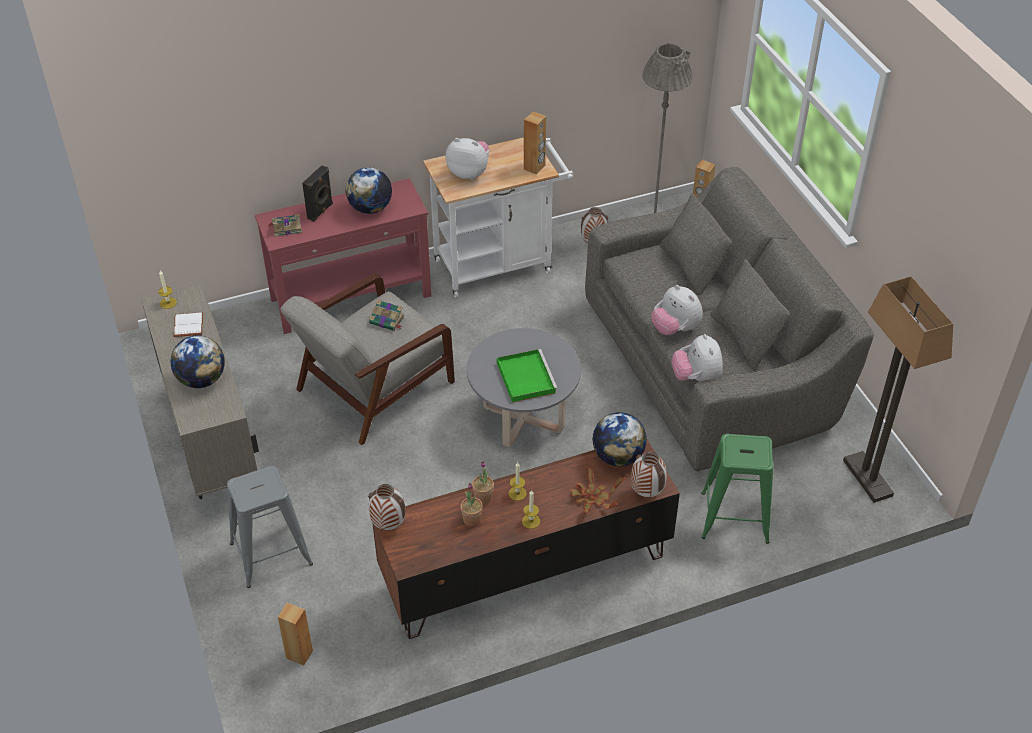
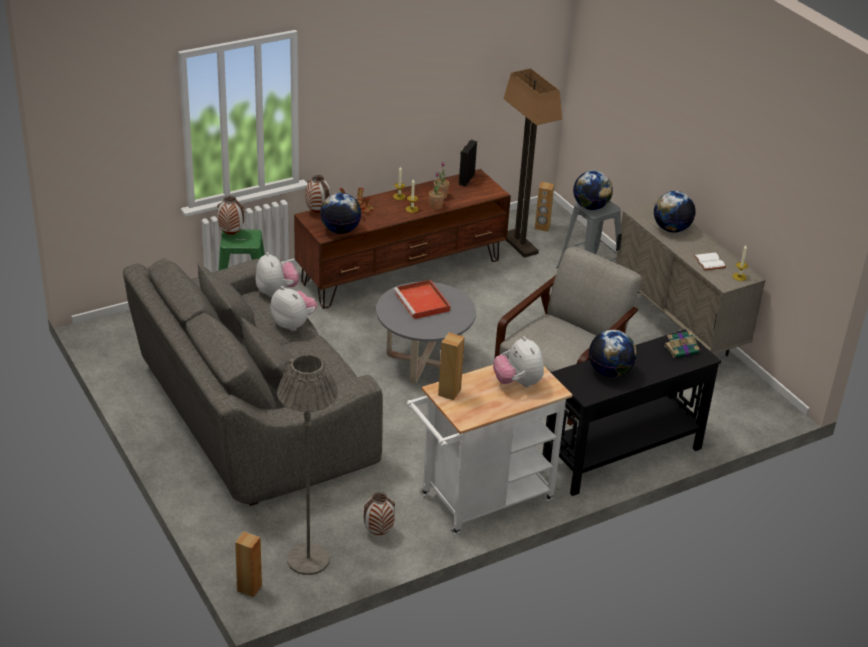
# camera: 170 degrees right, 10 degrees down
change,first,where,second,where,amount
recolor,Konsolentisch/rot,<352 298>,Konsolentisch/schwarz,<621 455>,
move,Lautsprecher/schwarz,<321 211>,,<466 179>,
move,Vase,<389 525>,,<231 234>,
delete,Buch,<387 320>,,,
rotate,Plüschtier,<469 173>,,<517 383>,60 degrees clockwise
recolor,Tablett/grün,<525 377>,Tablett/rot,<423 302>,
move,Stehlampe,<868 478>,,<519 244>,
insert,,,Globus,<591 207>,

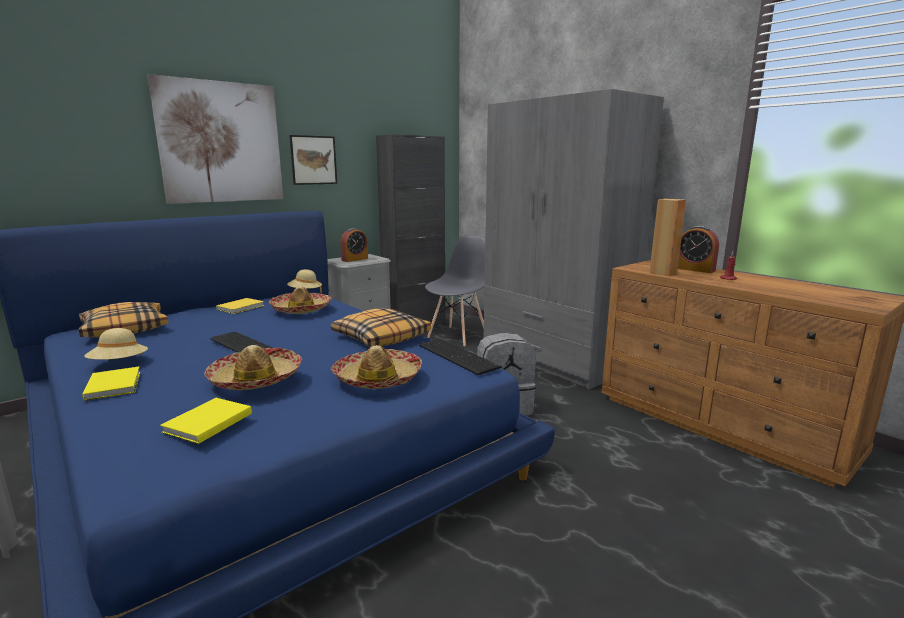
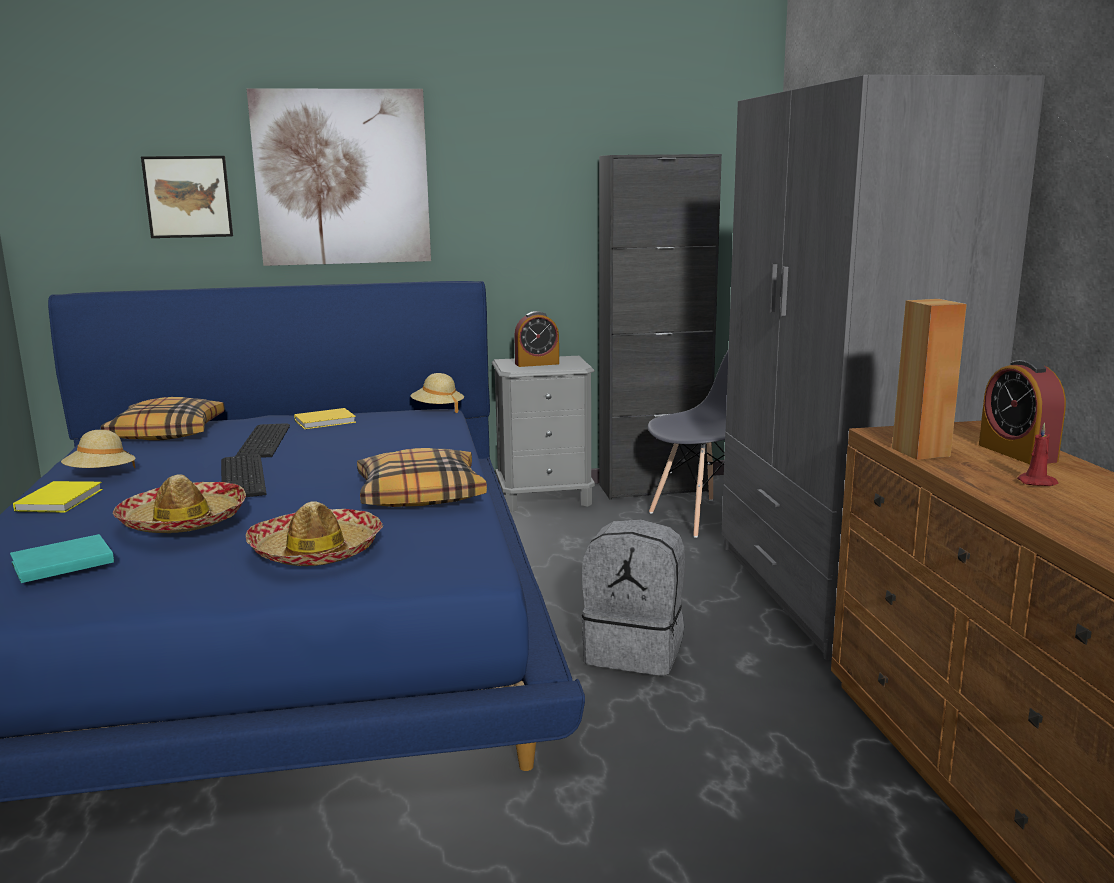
# camera: 30 degrees right, 0 degrees up
change,first,where,second,where,amount
recolor,Buch/gelb,<205 423>,Buch/türkis,<59 562>,
delete,Hut,<301 309>,,,
move,Bild,<313 160>,,<188 197>,
move,Tastatur,<458 355>,,<266 441>,

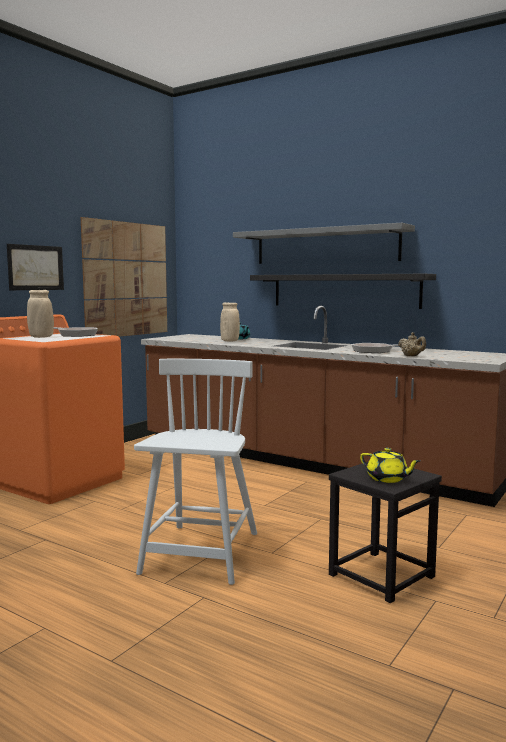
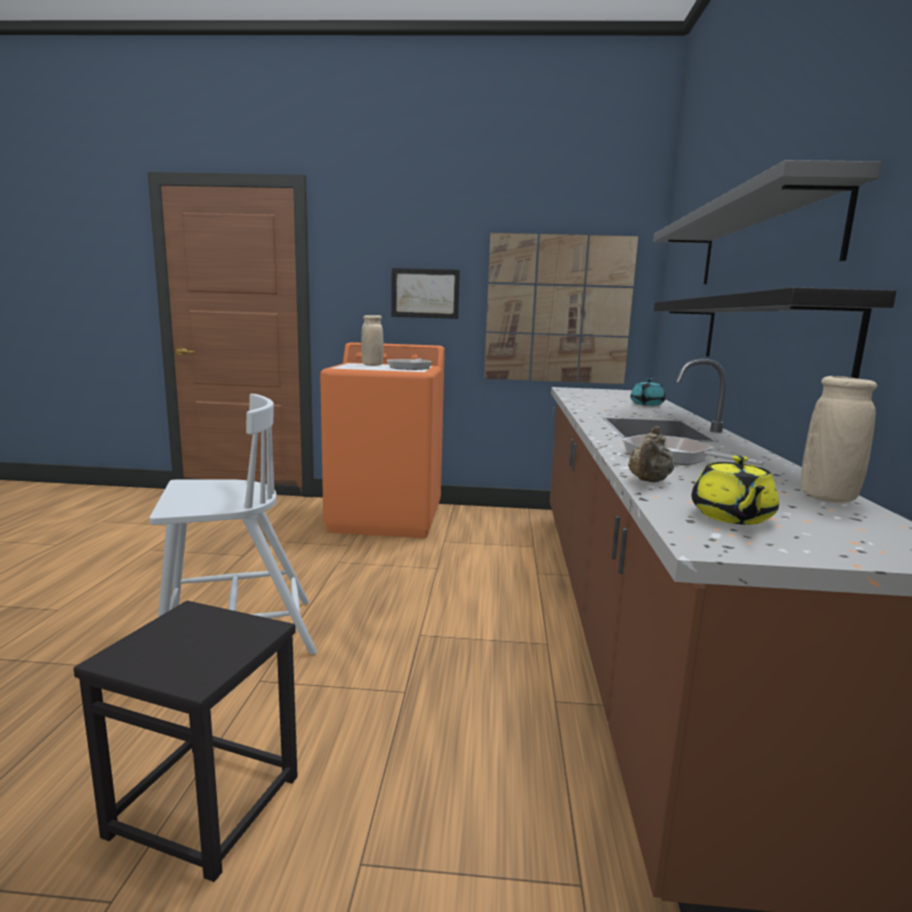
# camera: 60 degrees right, 5 degrees up
change,first,where,second,where,amount
move,Vase/beige,<230 341>,,<827 497>,
move,Teekanne/gelb,<388 479>,,<731 517>,

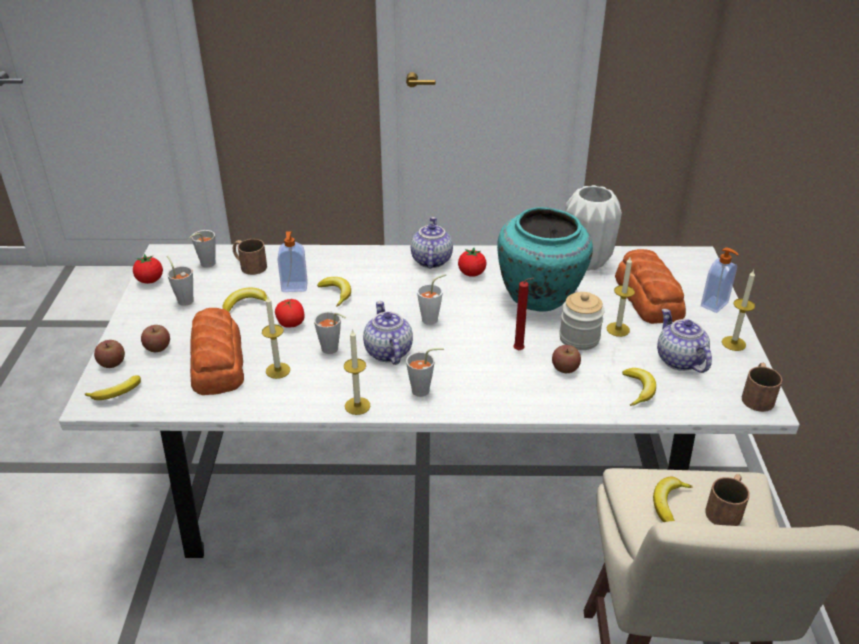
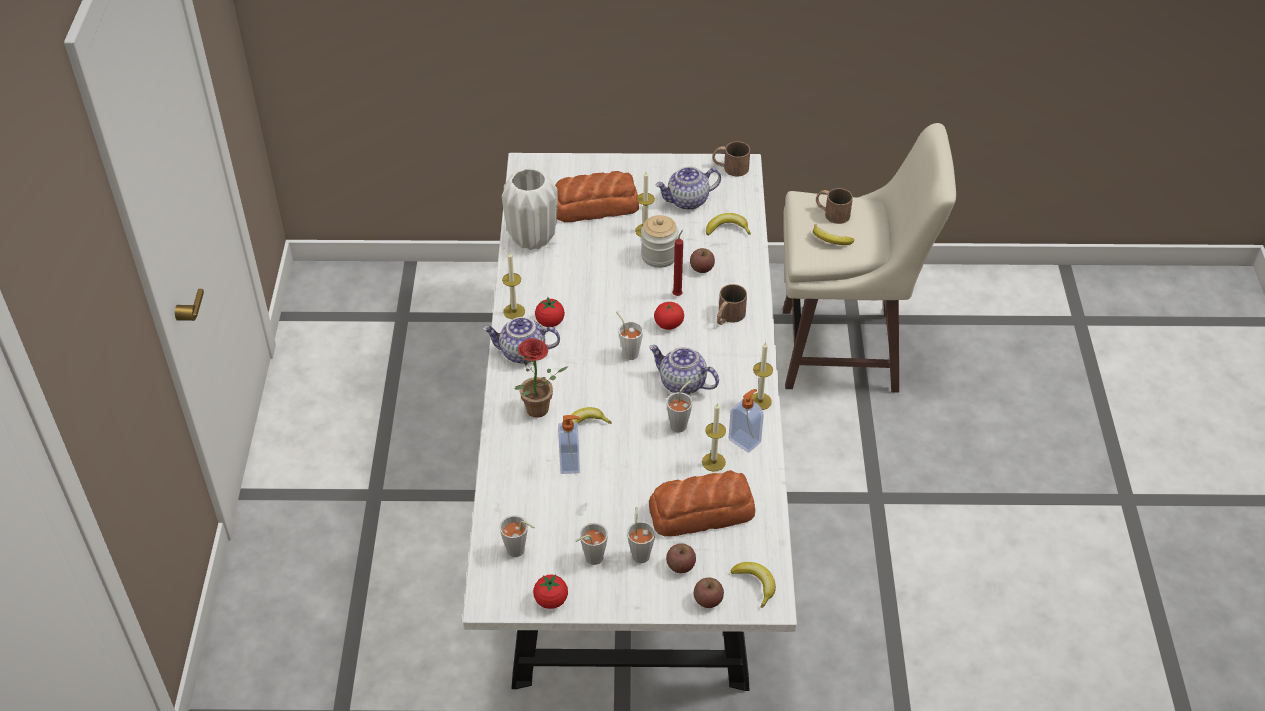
# camera: 90 degrees left, 10 degrees up
change,first,where,second,where,amount
delete,Banane,<246 305>,,,
move,Henkelbecher/braun,<249 265>,,<728 317>,
move,Tomate,<291 323>,,<669 324>,
rotate,Teekanne,<387 352>,,<682 383>,45 degrees clockwise
move,Tasse/grau,<424 390>,,<641 552>,
delete,Vase/türkis,<540 298>,,,
move,Seifenspender,<715 305>,,<745 440>,
move,Kerze,<733 343>,,<514 311>,
insert,,,Topfpflanze,<538 413>,

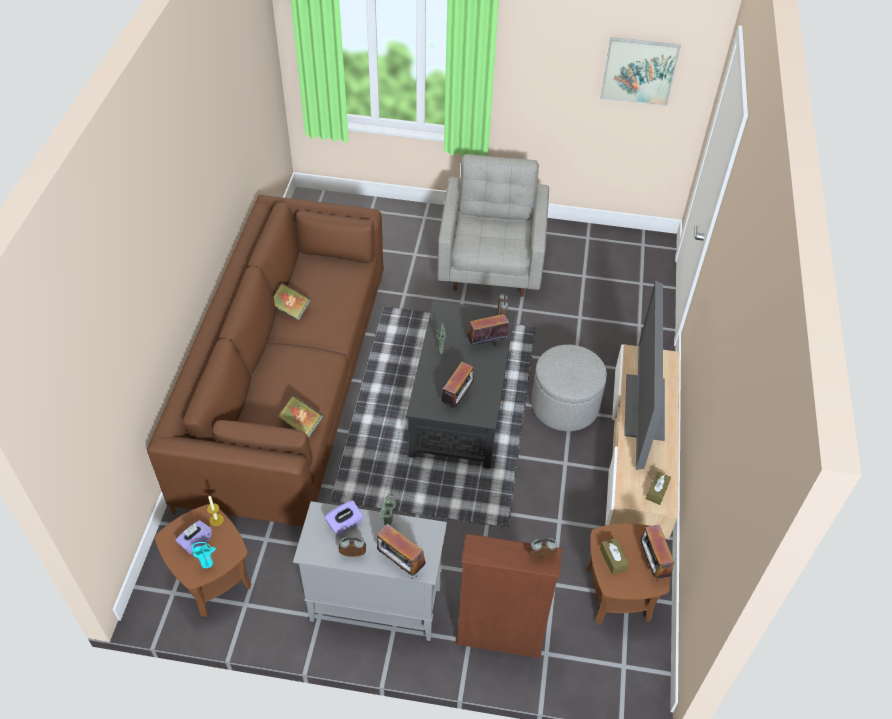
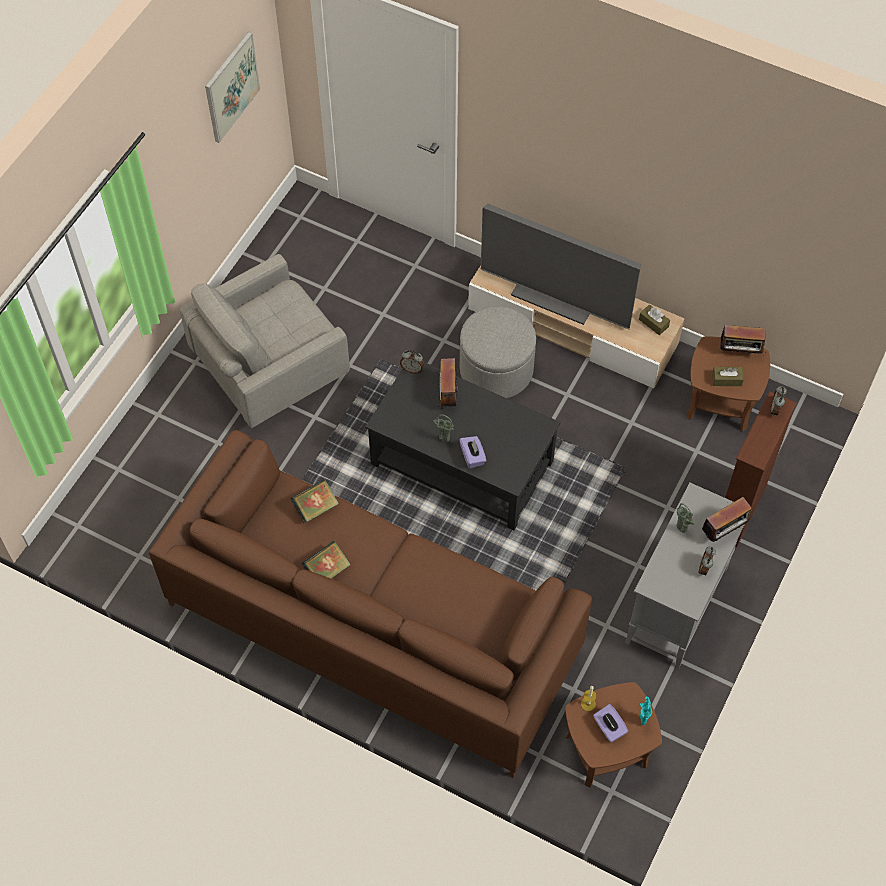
# camera: 70 degrees left, 10 degrees up
change,first,where,second,where,amount
move,Buch,<302 423>,,<315 507>,
move,Taschentuchbox/lila,<344 524>,,<472 457>,
rotate,Sessel/grau,<492 264>,,<269 369>,60 degrees counterclockwise
delete,Radio,<458 398>,,,

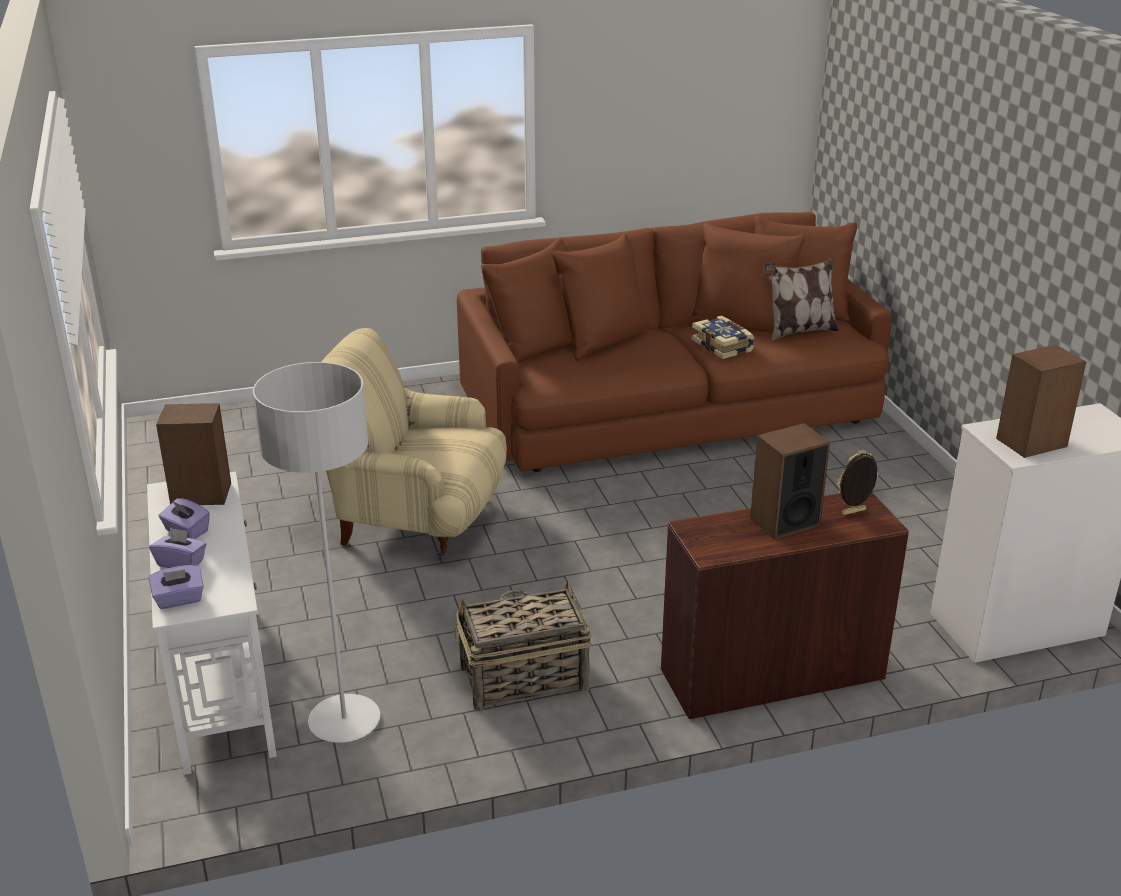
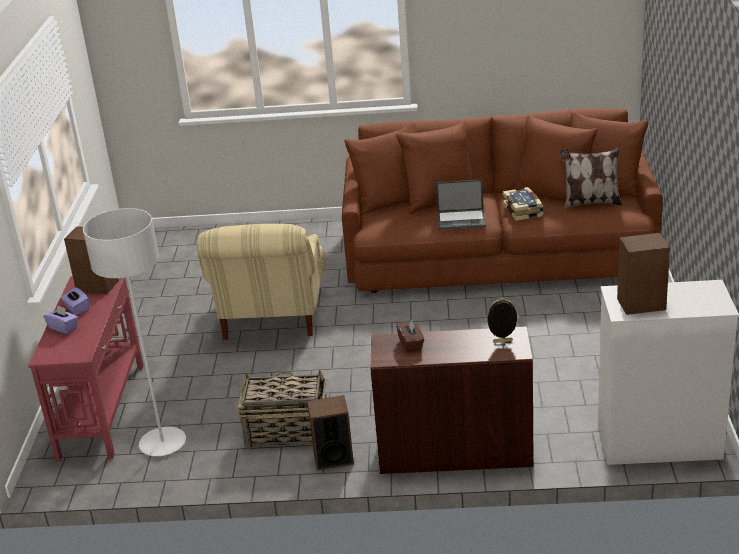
# camera: 20 degrees right, 0 degrees up
change,first,where,second,where,amount
recolor,Konsolentisch/weiß,<222 683>,Konsolentisch/rot,<102 410>,
delete,Taschentuchbox/lila,<179 599>,,,
rotate,Sessel/beige,<413 519>,,<272 317>,120 degrees counterclockwise
move,Lautsprecher,<784 521>,,<333 458>,
insert,,,Taschentuchbox/braun,<411 344>,
insert,,,Laptop,<462 219>,

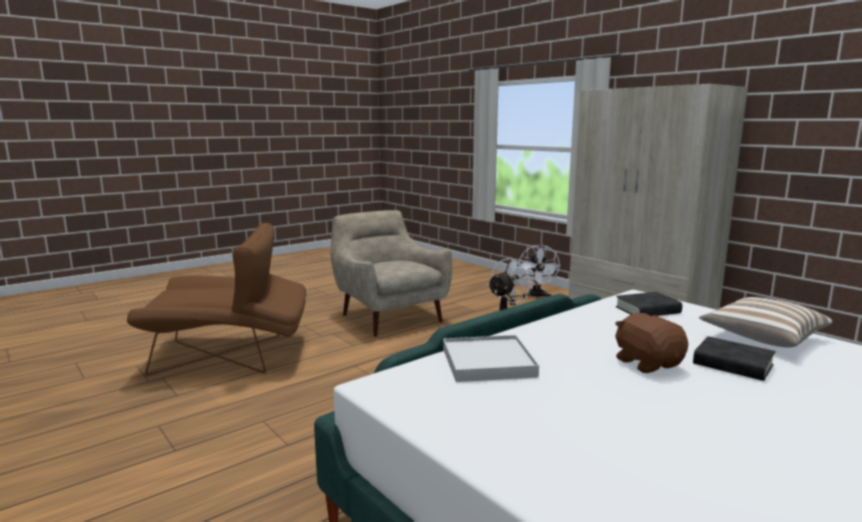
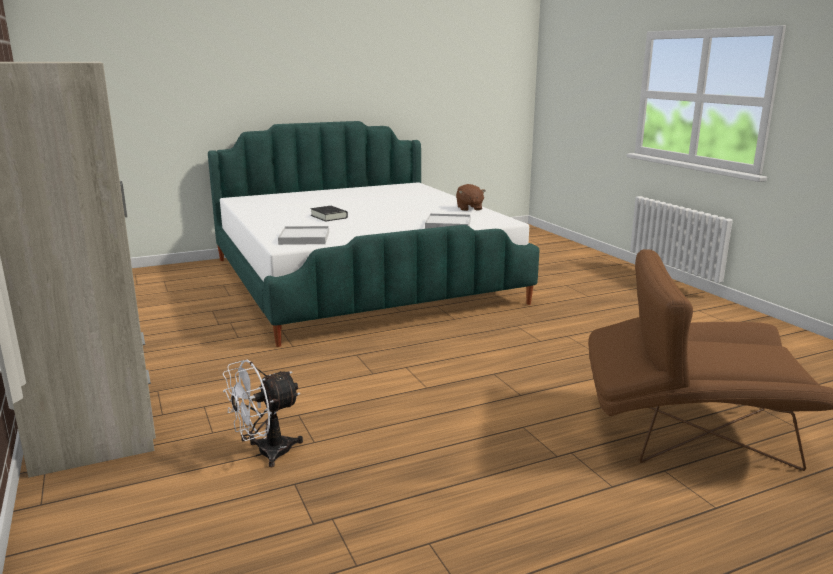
# camera: 165 degrees left, 5 degrees up
change,first,where,second,where,amount
delete,Sessel/beige,<389 316>,,,
delete,Ventilator/weiß,<537 296>,,,
move,Plüschtier/braun,<647 363>,,<469 208>,
replace,Buch/schwarz,<647 310>,Tablett/weiß,<304 238>,
delete,Kissen,<762 337>,,,

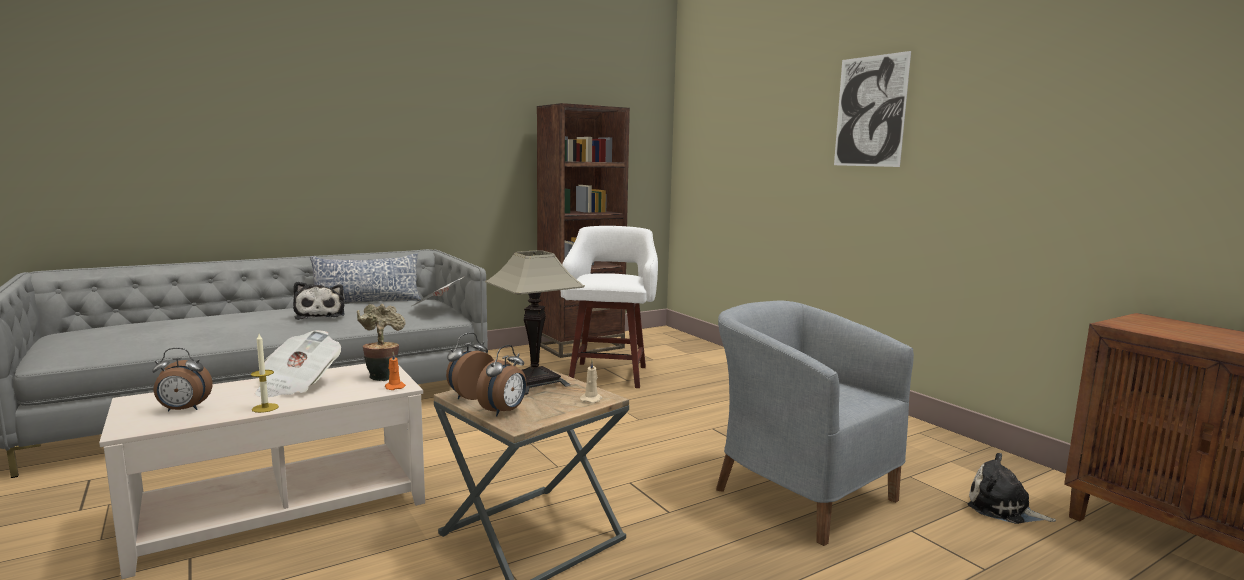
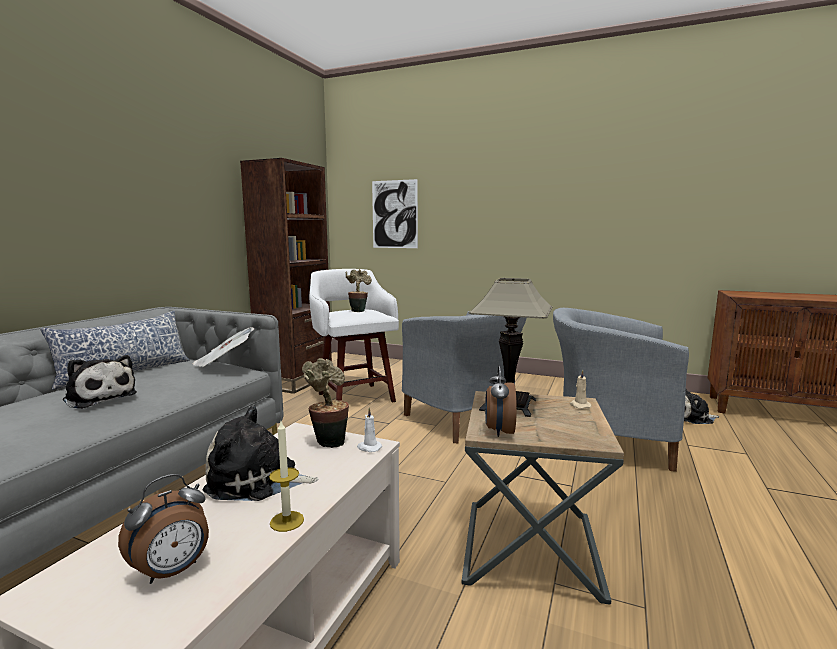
# camera: 35 degrees left, 0 degrees up
change,first,where,second,where,amount
replace,Zeitung,<297 385>,Plüschtier,<257 480>,
recolor,Kerze/orange,<394 387>,Kerze/weiß,<368 448>,
delete,Wecker,<504 411>,,,
move,Bild,<870 111>,,<394 214>,
insert,,,Topfpflanze,<358 310>,
insert,,,Sessel/grau,<463 420>,

